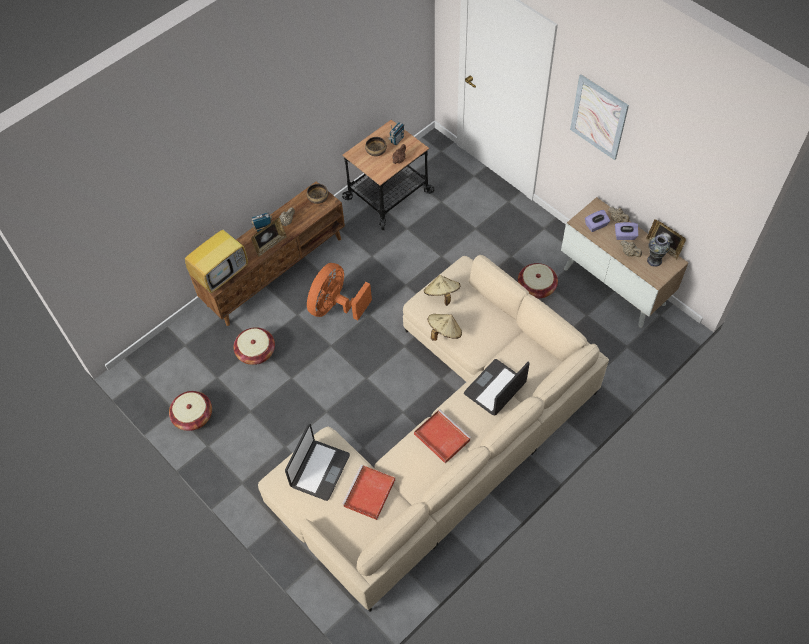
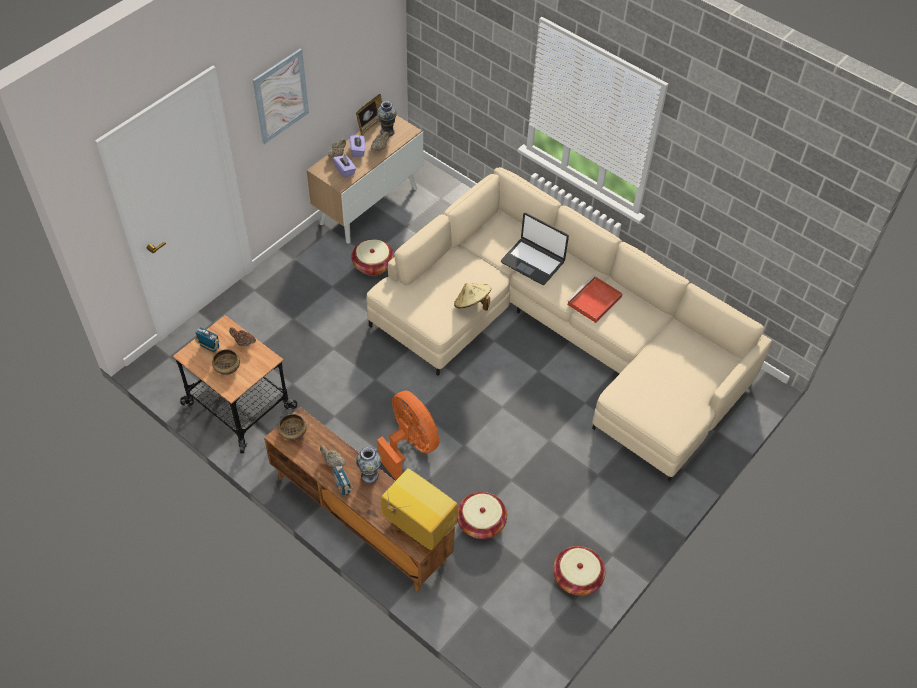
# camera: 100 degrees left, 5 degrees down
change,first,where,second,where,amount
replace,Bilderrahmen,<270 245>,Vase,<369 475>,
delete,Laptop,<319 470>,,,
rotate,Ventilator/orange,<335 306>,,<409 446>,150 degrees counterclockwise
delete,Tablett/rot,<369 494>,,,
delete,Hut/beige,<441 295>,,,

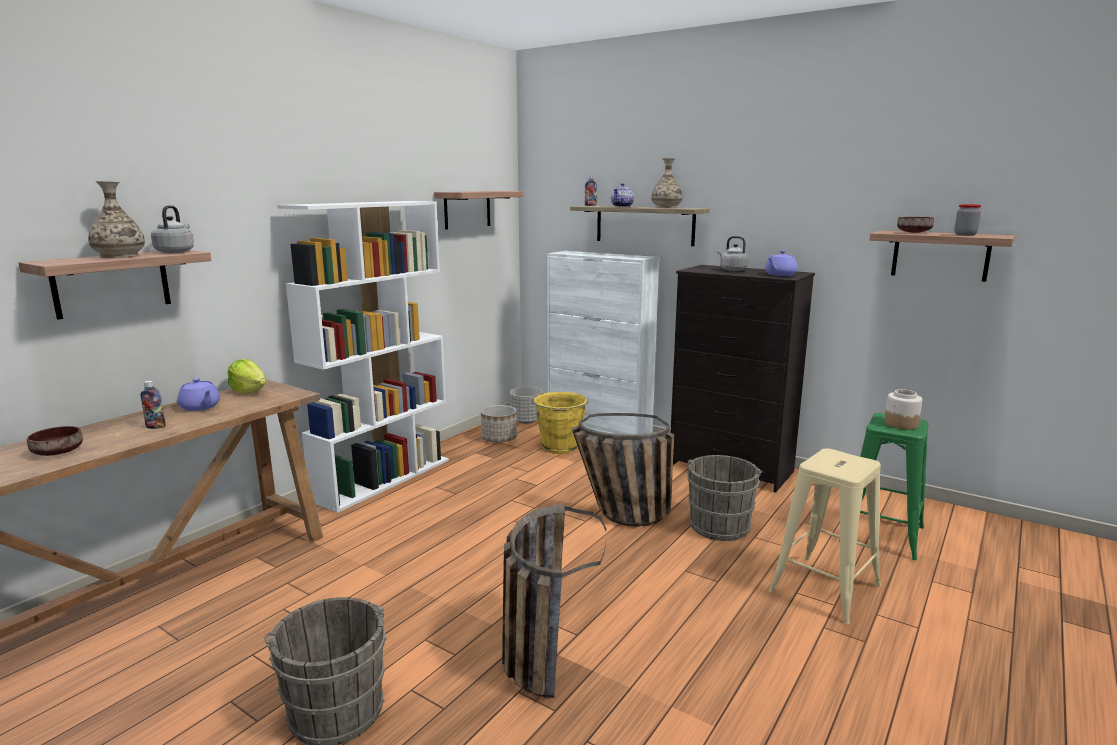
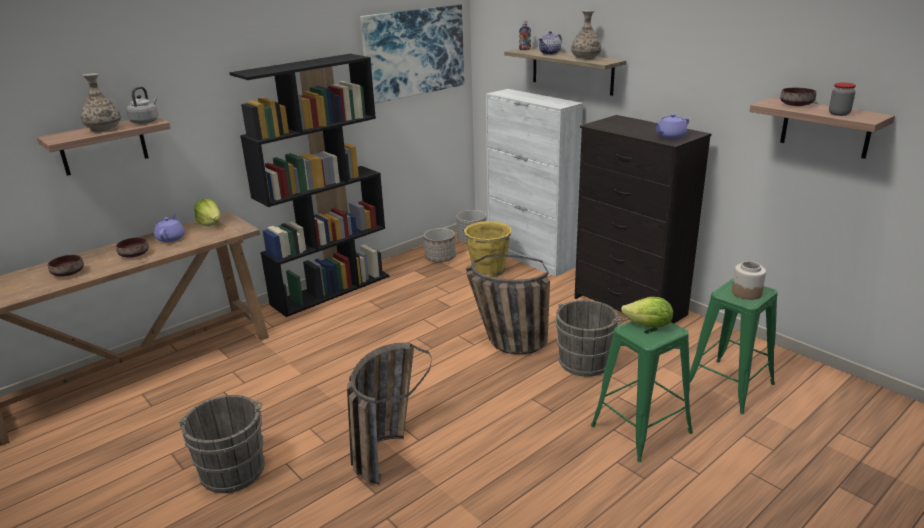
# camera: 15 degrees right, 10 degrees up
change,first,where,second,where,amount
replace,Flasche,<155 427>,Schüssel/braun,<135 255>,
rotate,Teekanne/lila,<200 407>,,<171 238>,150 degrees counterclockwise
recolor,Bücherregal/weiß,<383 479>,Bücherregal/schwarz,<331 289>,
replace,Wandregal,<467 209>,Bild,<414 52>,
delete,Wasserkessel/grau,<732 270>,,,
recolor,Hocker/beige,<825 589>,Hocker/grün,<640 429>,
insert,,,Salatkopf,<648 326>,

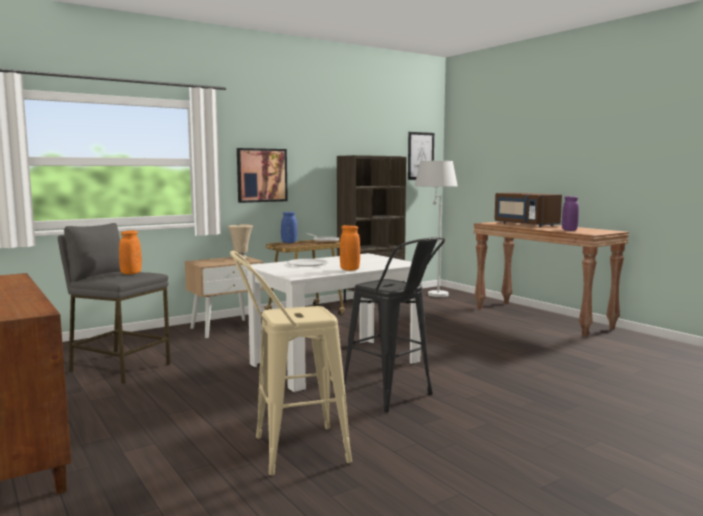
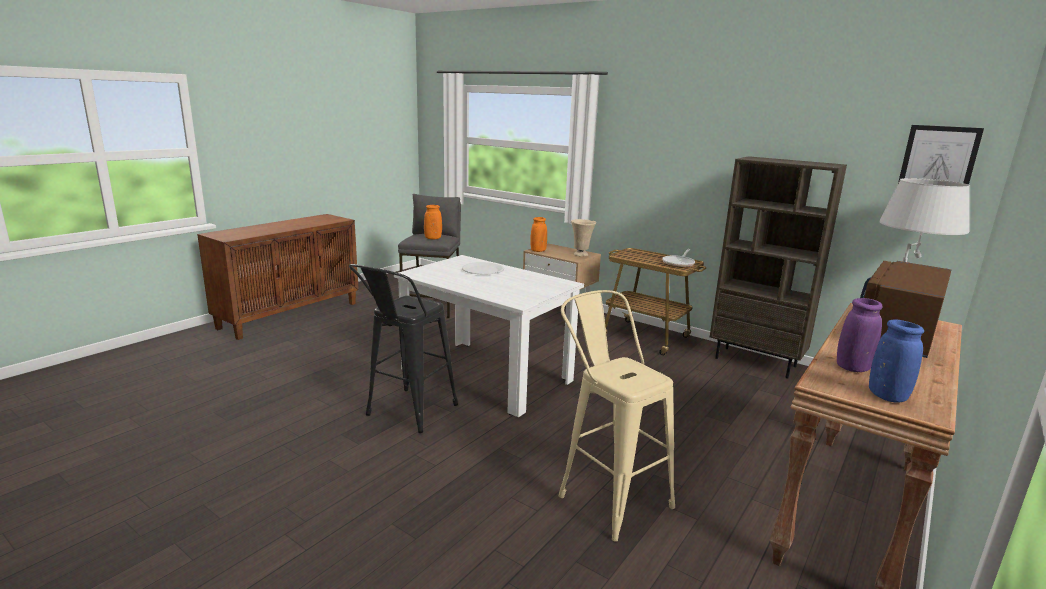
# camera: 70 degrees right, 10 degrees up
change,first,where,second,where,amount
move,Hocker/beige,<289 451>,,<607 495>,
delete,Bild,<261 175>,,,
move,Vase/blau,<289 242>,,<887 396>,
move,Vase/orange,<349 269>,,<538 251>,

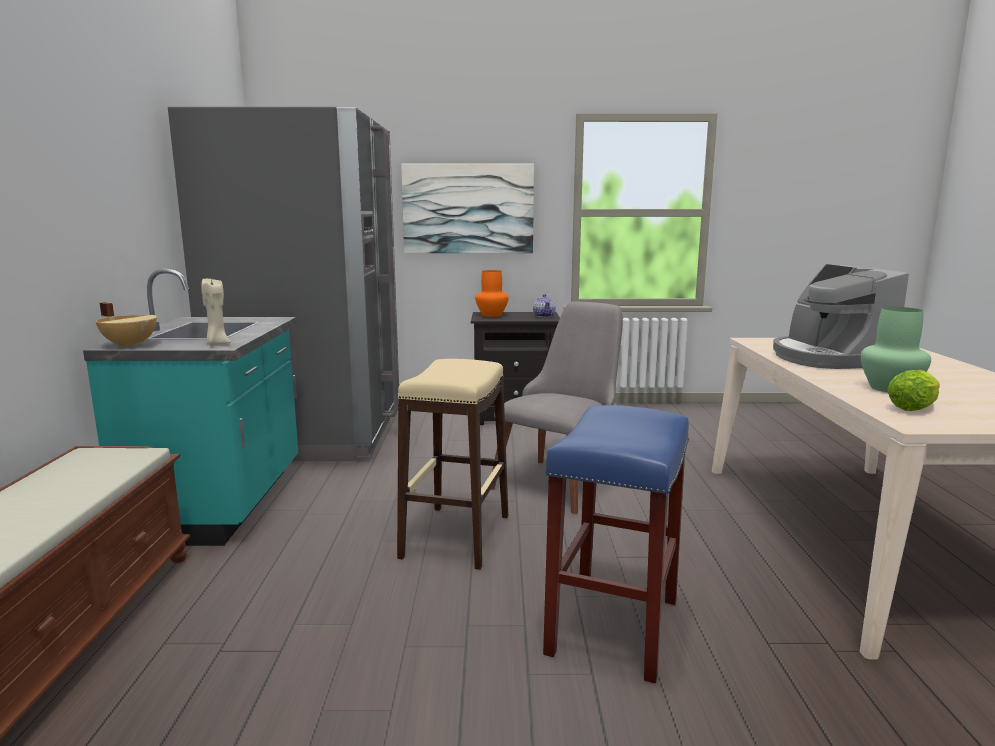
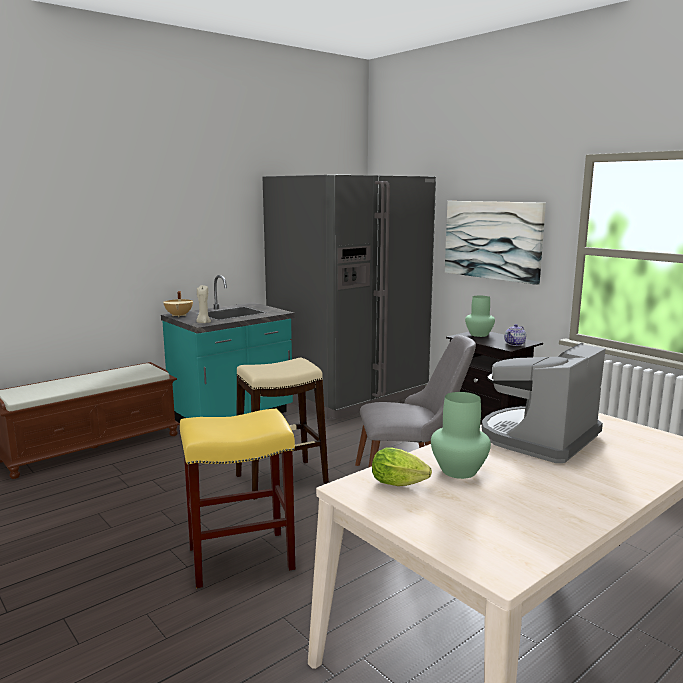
# camera: 50 degrees right, 0 degrees up
change,first,where,second,where,amount
recolor,Vase/orange,<491 315>,Vase/grün,<478 334>,
recolor,Hocker/blau,<614 628>,Hocker/gelb,<239 558>,

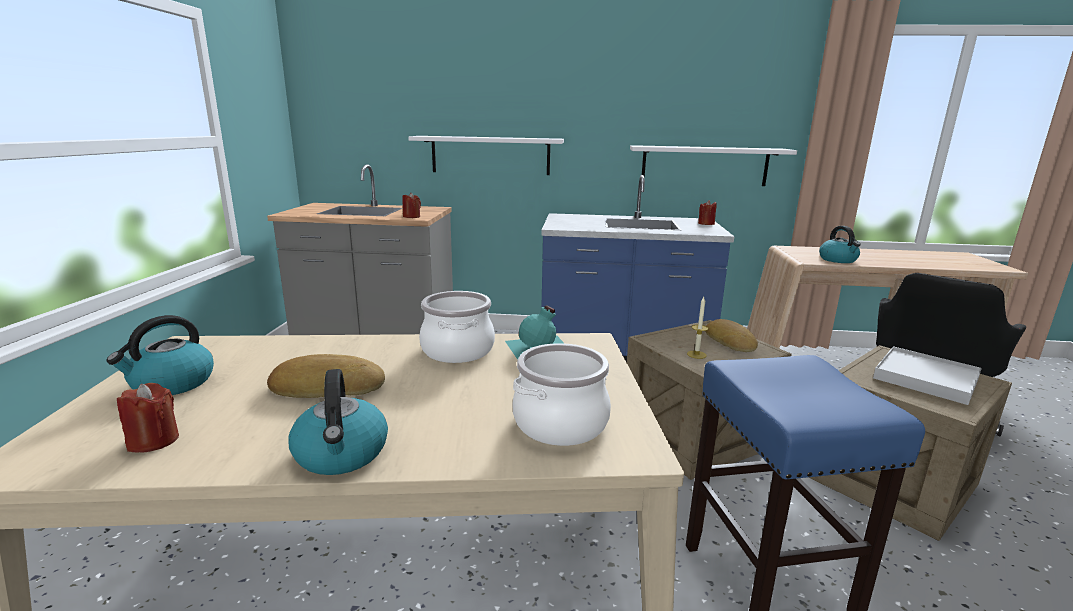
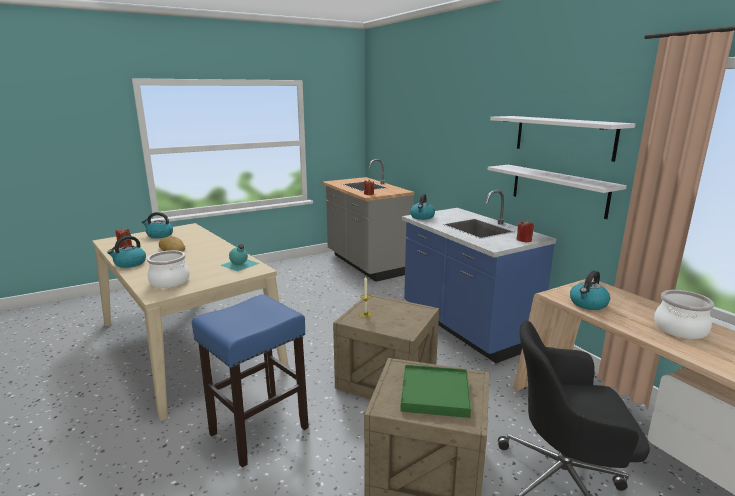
# camera: 55 degrees right, 0 degrees up
change,first,where,second,where,amount
move,Wandregal/weiß,<490 155>,,<563 137>,
move,Kochtopf,<458 350>,,<680 329>,
delete,Brot,<731 341>,,,
recolor,Tablett/weiß,<925 378>,Tablett/grün,<434 393>,
insert,,,Wasserkessel,<422 217>,

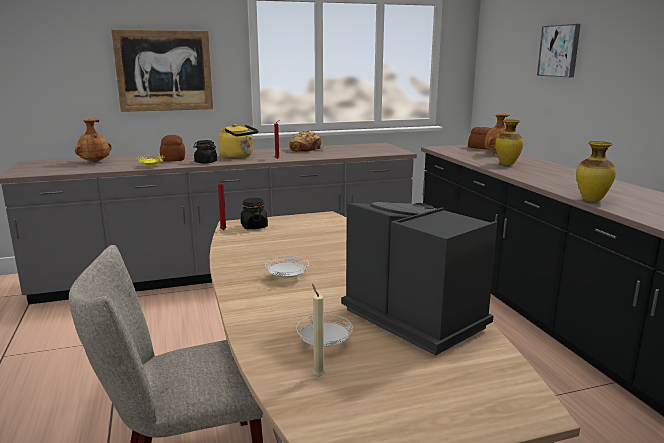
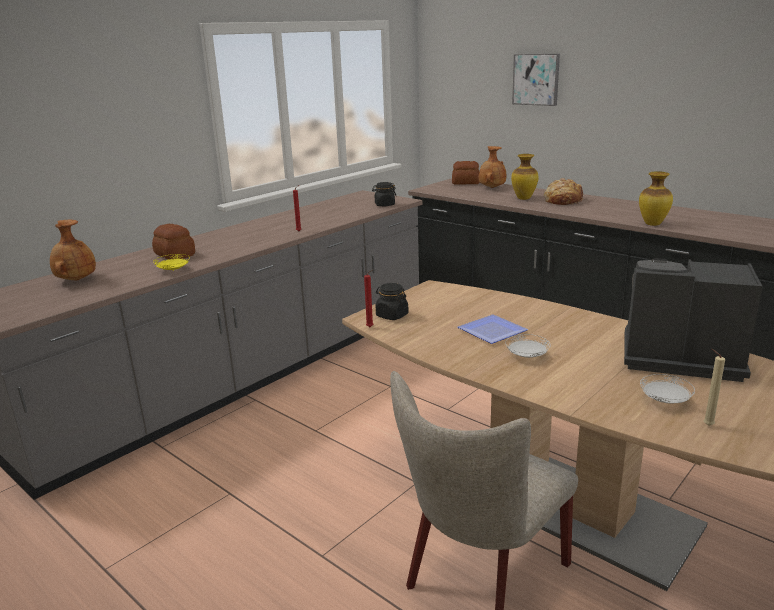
# camera: 30 degrees left, 5 degrees up
change,first,where,second,where,amount
delete,Bild,<164 71>,,,
move,Vorratsglas/schwarz,<205 162>,,<384 205>,
delete,Wasserkessel/gelb,<238 156>,,,
move,Brot,<305 149>,,<563 200>,
insert,,,Teller,<494 332>,

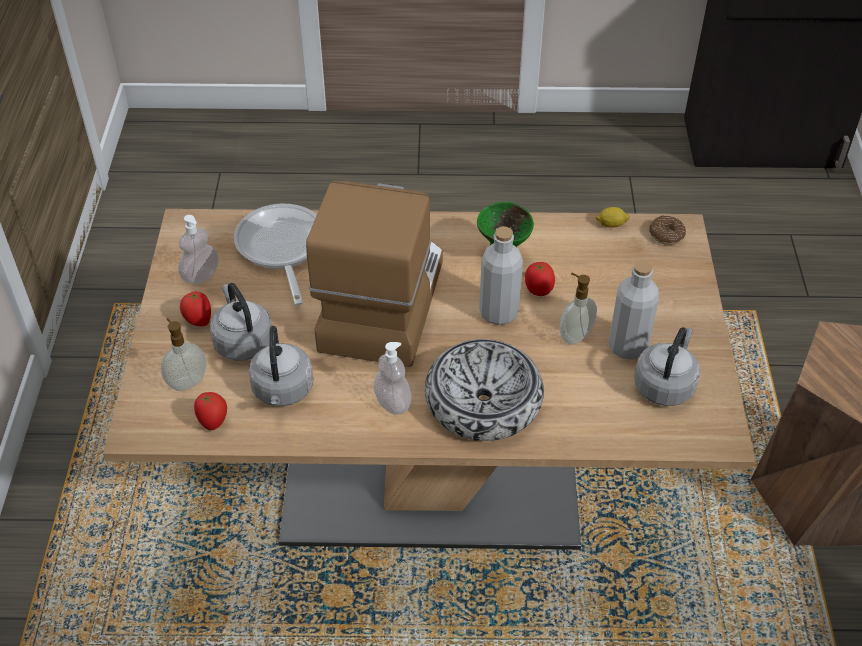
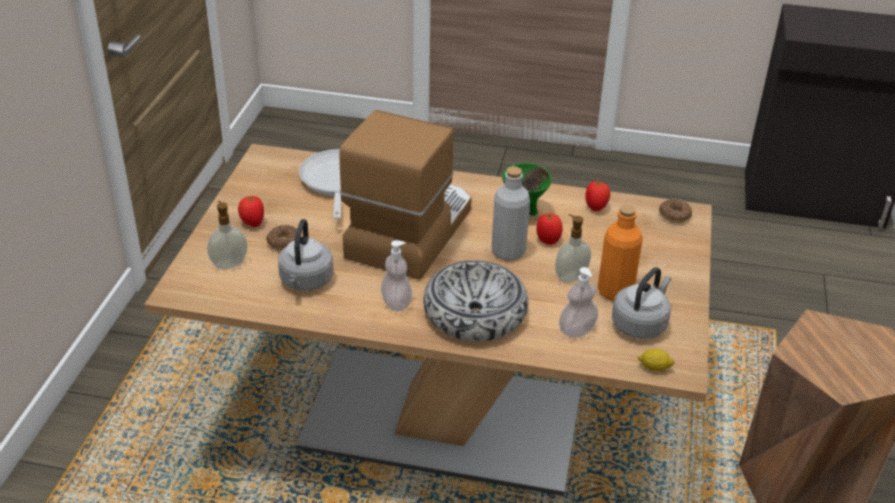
# camera: 10 degrees right, 10 degrees down
change,first,where,second,where,amount
move,Seifenspender,<200 275>,,<577 330>,
move,Tomate,<213 422>,,<596 207>,
replace,Wasserkessel/grau,<242 341>,Donut,<284 242>,
move,Zitrone,<611 224>,,<654 367>,
recolor,Flasche/grau,<628 346>,Flasche/orange,<615 291>,

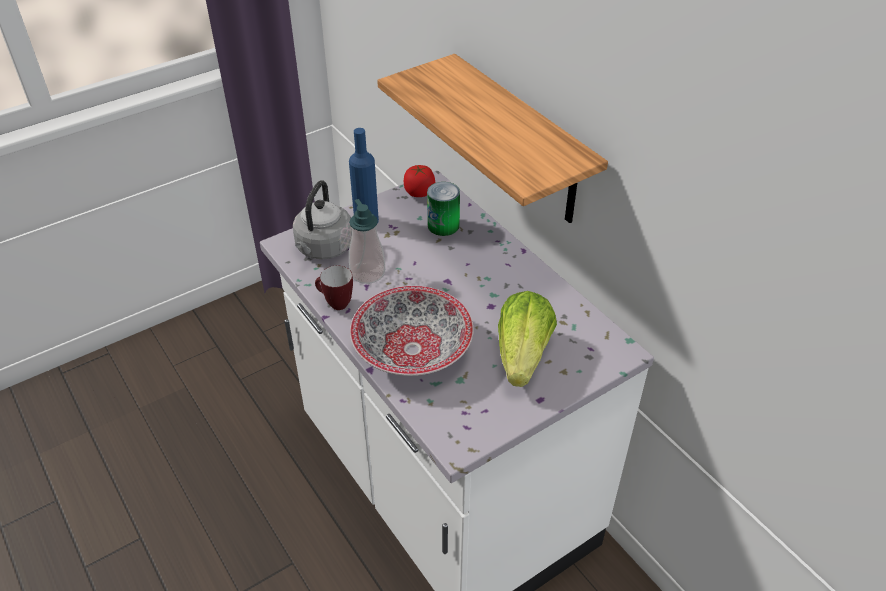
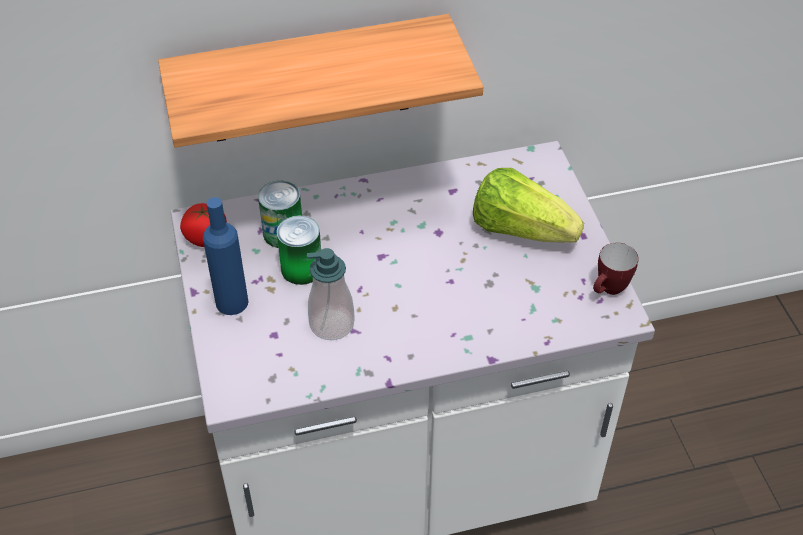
# camera: 70 degrees left, 5 degrees up
change,first,where,second,where,amount
delete,Wasserkessel/grau,<323 249>,,,
move,Henkelbecher,<335 303>,,<609 291>,
delete,Schüssel,<413 350>,,,
insert,,,Dose,<301 268>,

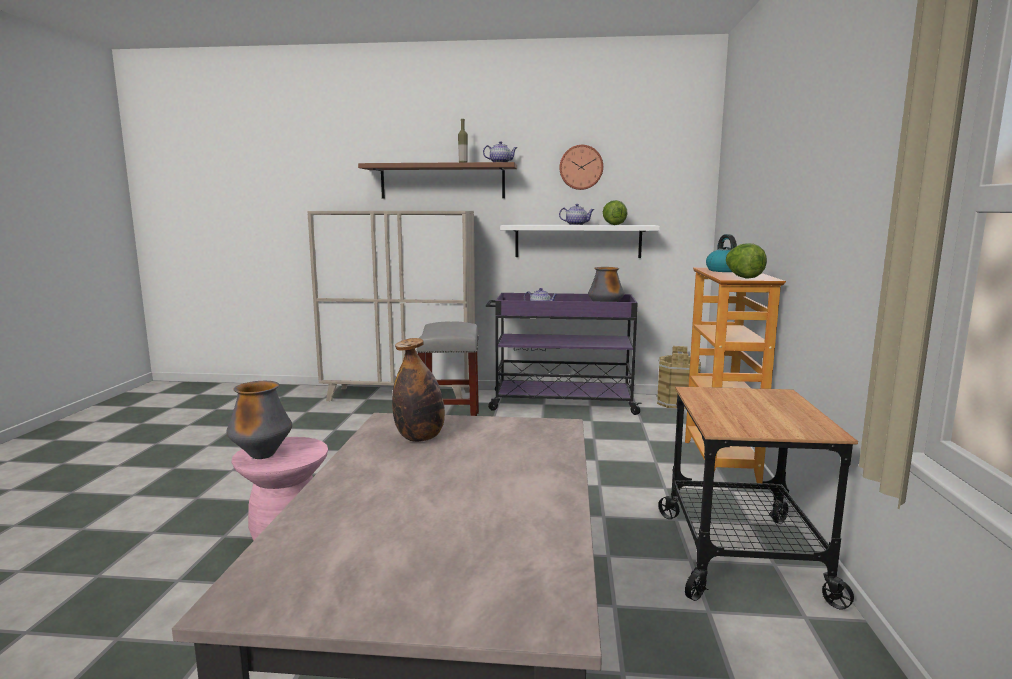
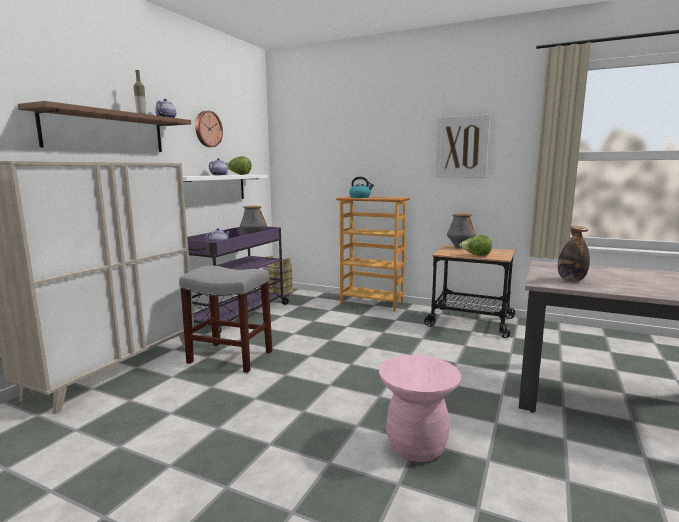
# camera: 70 degrees left, 0 degrees up
change,first,where,second,where,amount
move,Vase,<262 455>,,<460 247>,
move,Salatkopf,<742 277>,,<476 255>,
insert,,,Bild,<462 147>,

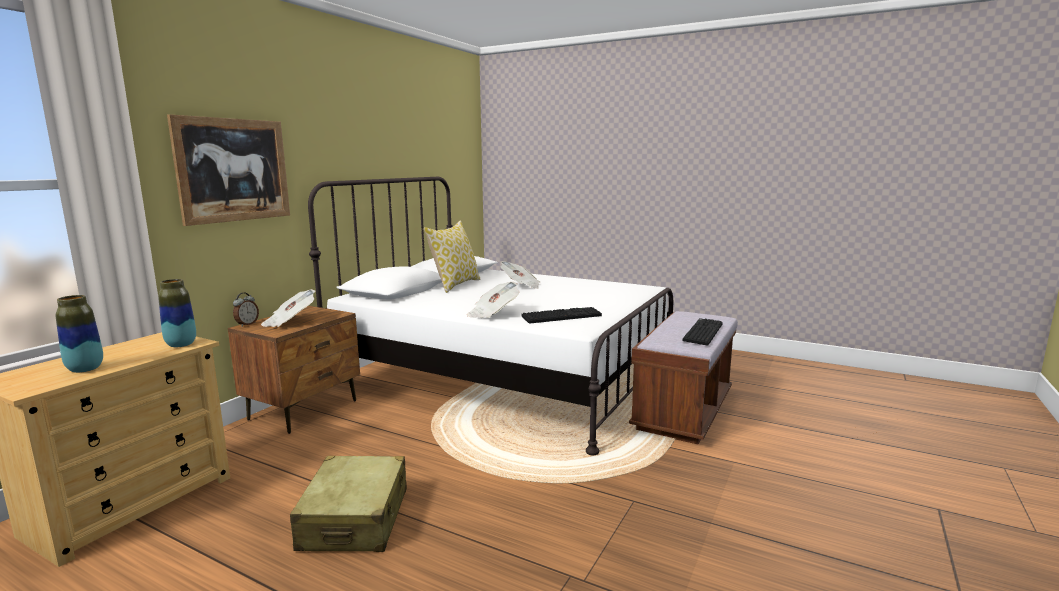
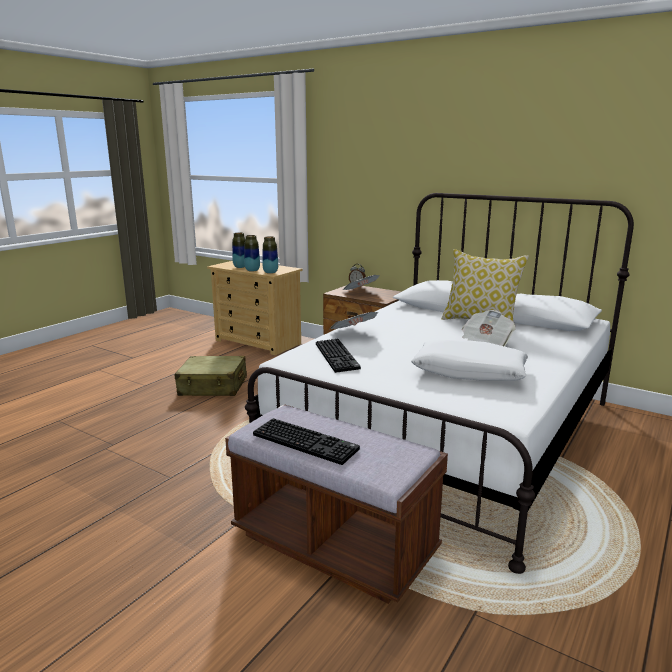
# camera: 95 degrees right, 5 degrees up
change,first,where,second,where,amount
delete,Bild,<233 170>,,,
insert,,,Vase,<252 270>,
insert,,,Kissen/weiß,<469 372>,

